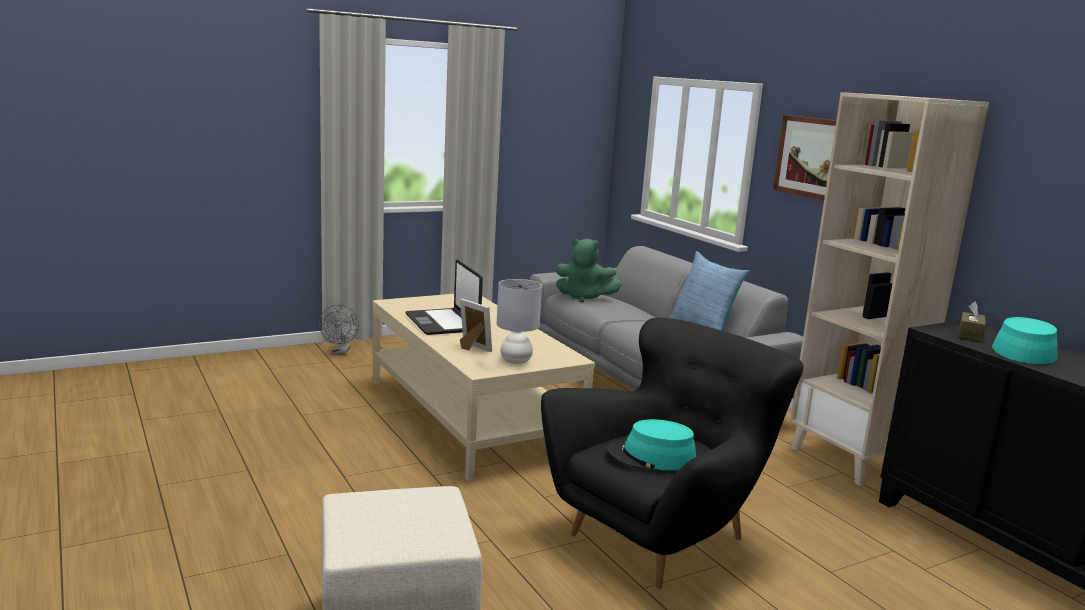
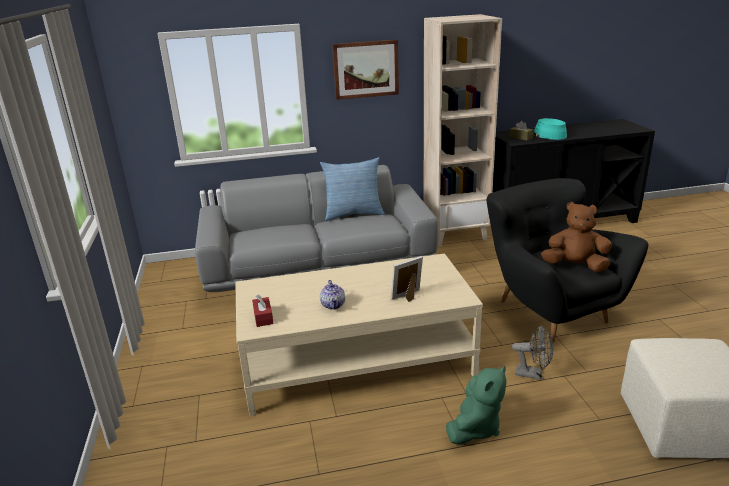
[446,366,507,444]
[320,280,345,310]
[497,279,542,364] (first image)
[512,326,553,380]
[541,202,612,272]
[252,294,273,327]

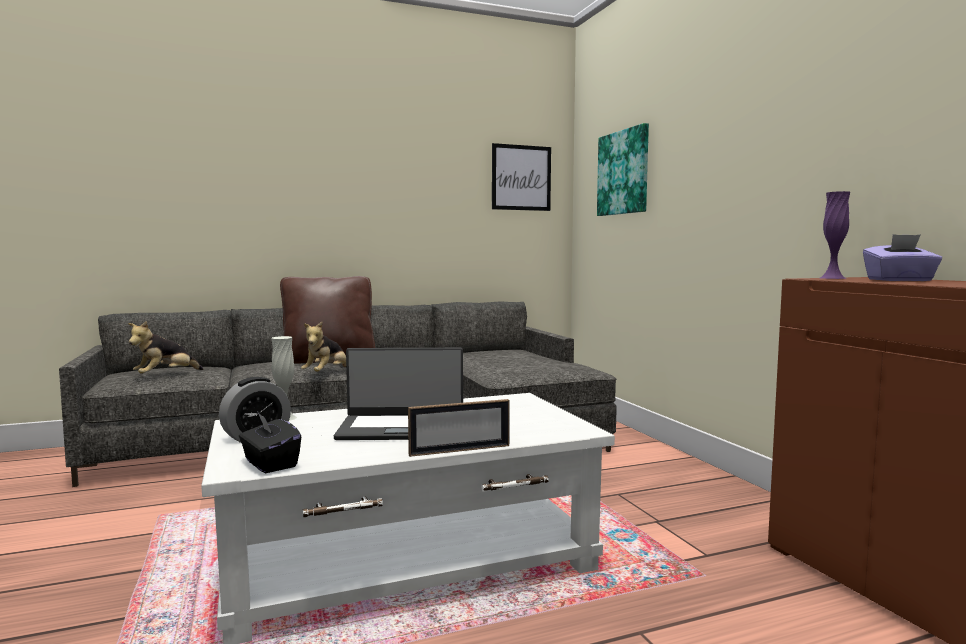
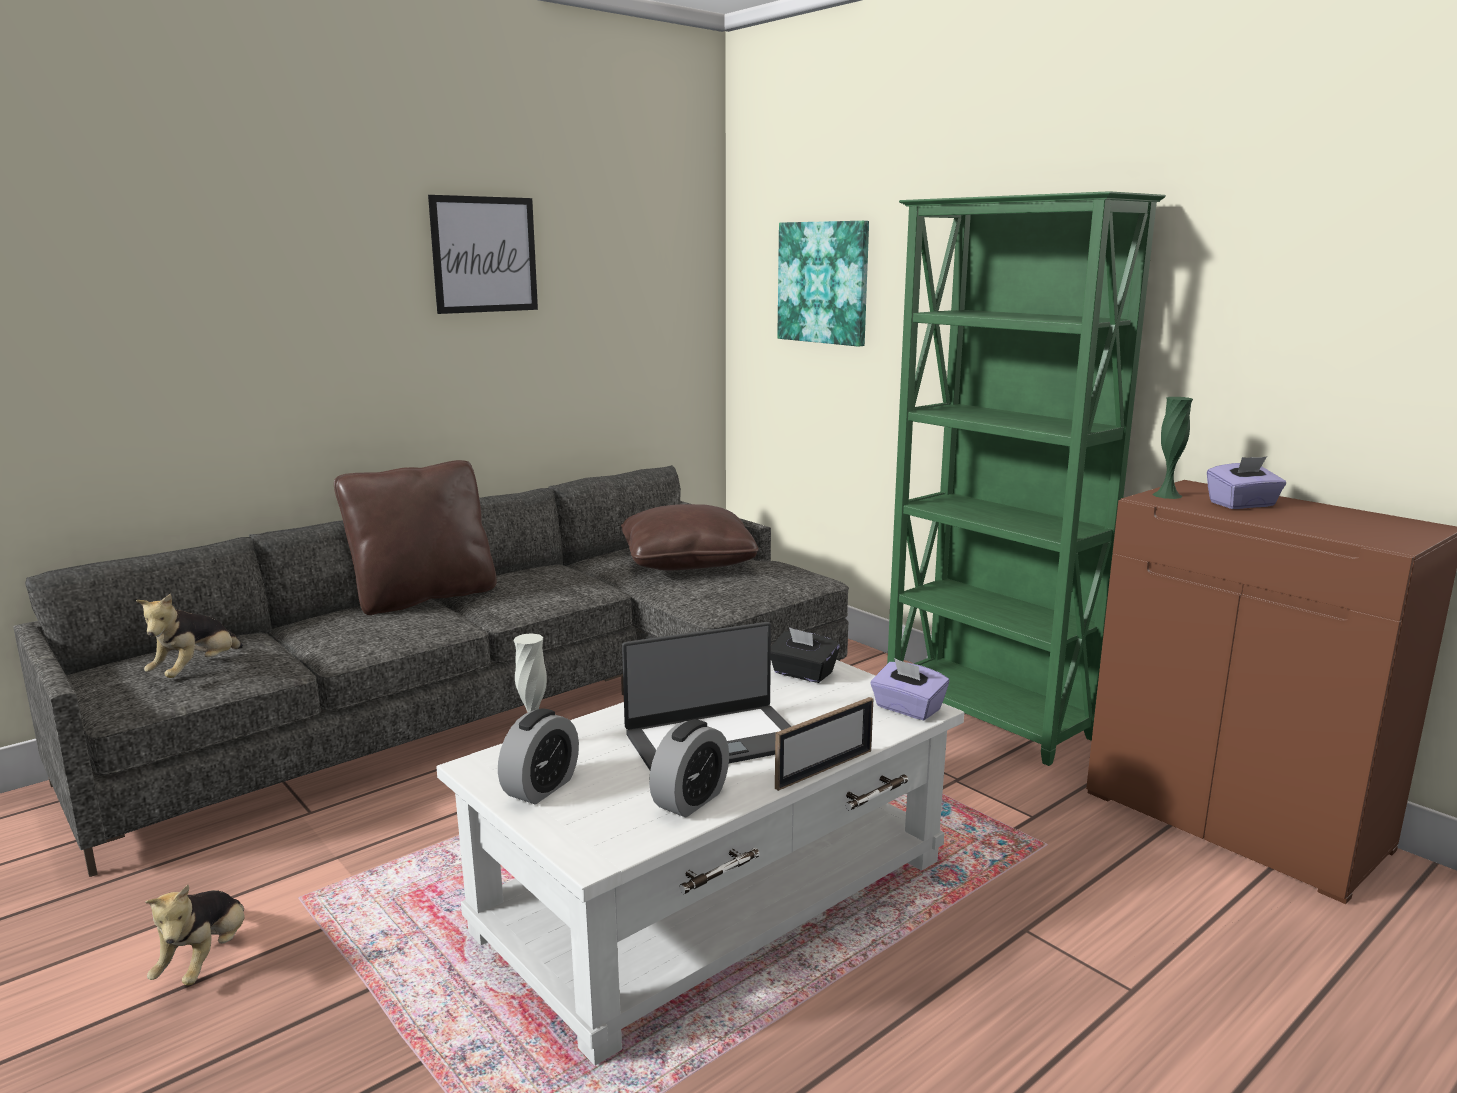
[428,195,538,314]
[1152,397,1193,499]
[145,885,245,985]
[771,627,840,683]
[887,191,1166,766]
[621,504,759,571]
[870,658,949,720]
[649,719,729,818]

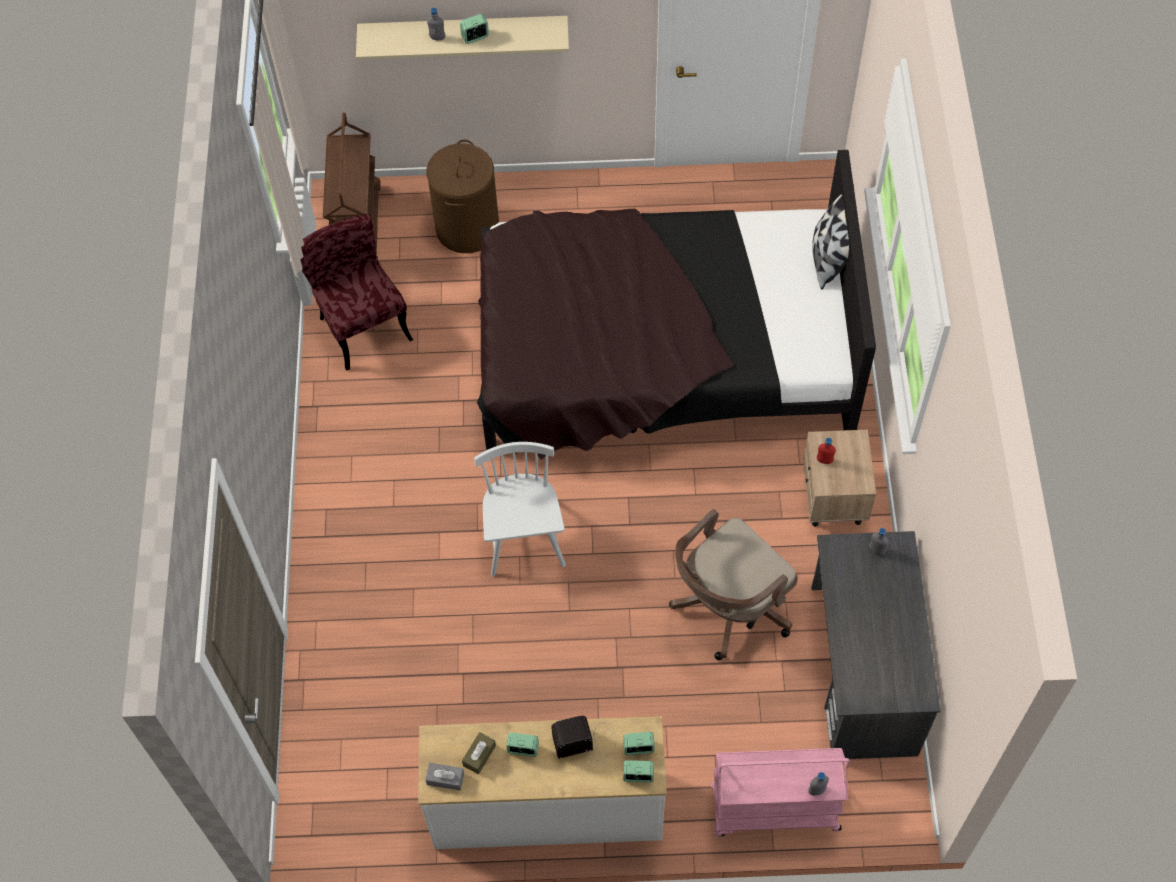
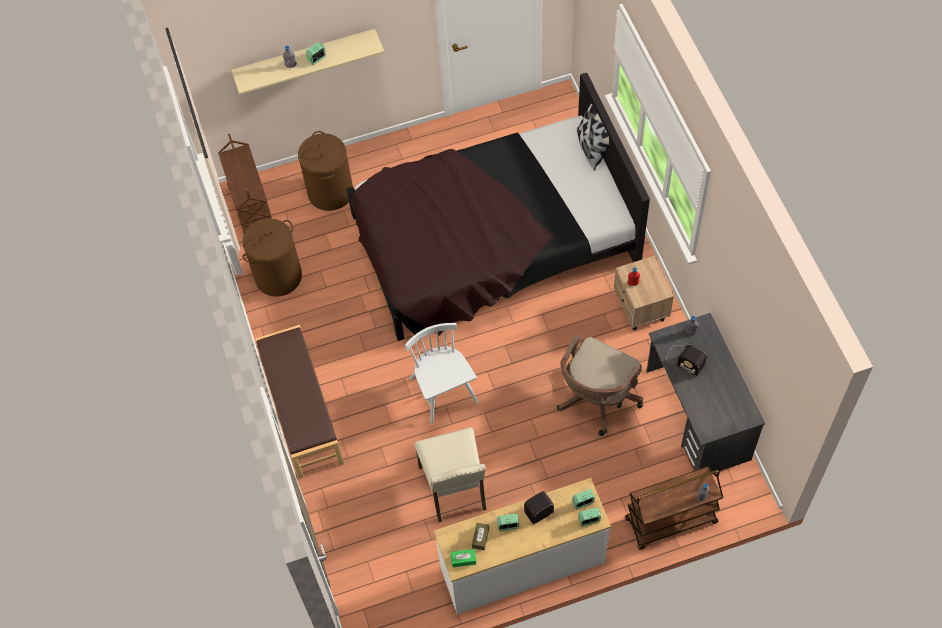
[242,218,302,297]
[625,466,723,550]
[451,549,476,567]
[255,325,344,479]
[667,343,707,377]
[414,427,487,522]

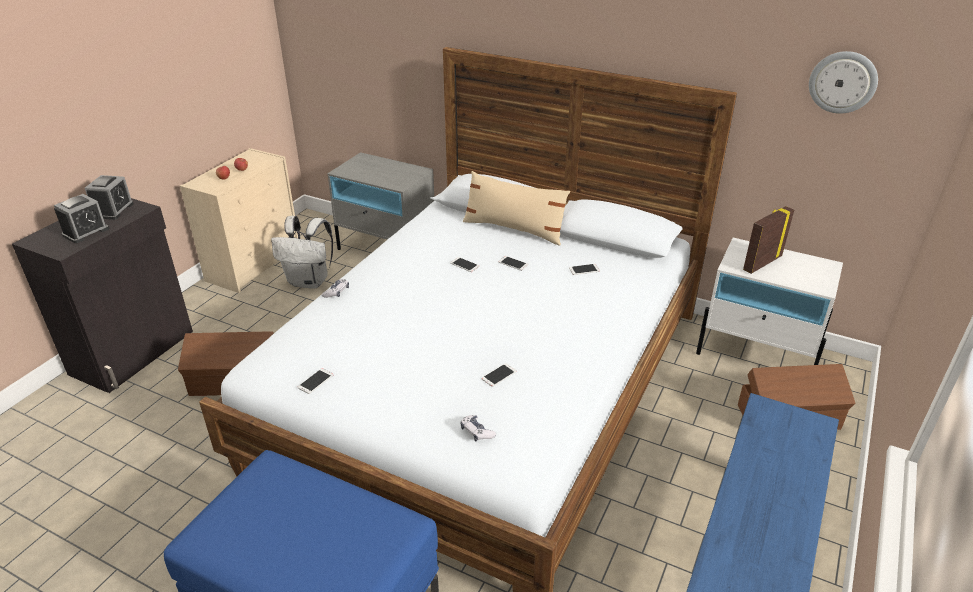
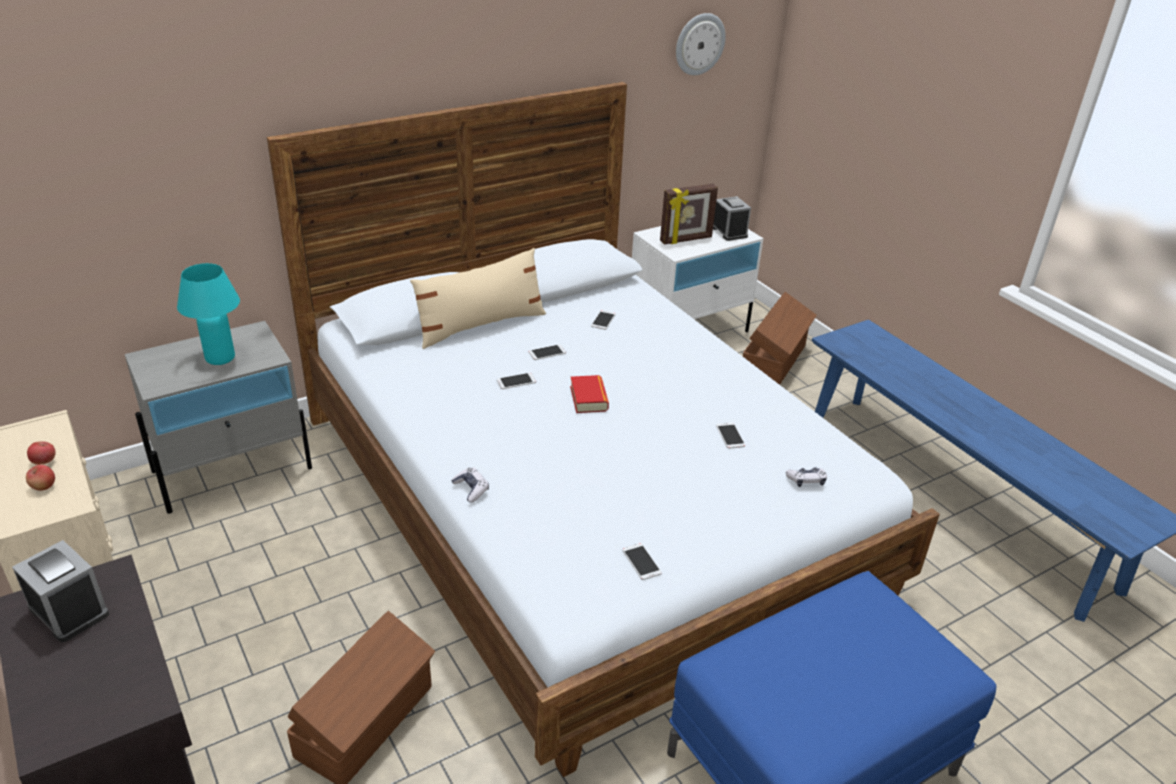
[713,196,751,241]
[660,184,718,245]
[271,216,333,289] (first image)
[177,263,240,365]
[570,375,609,413]

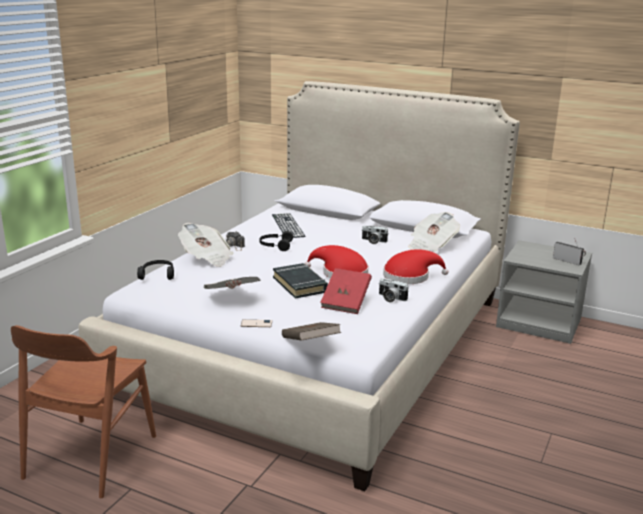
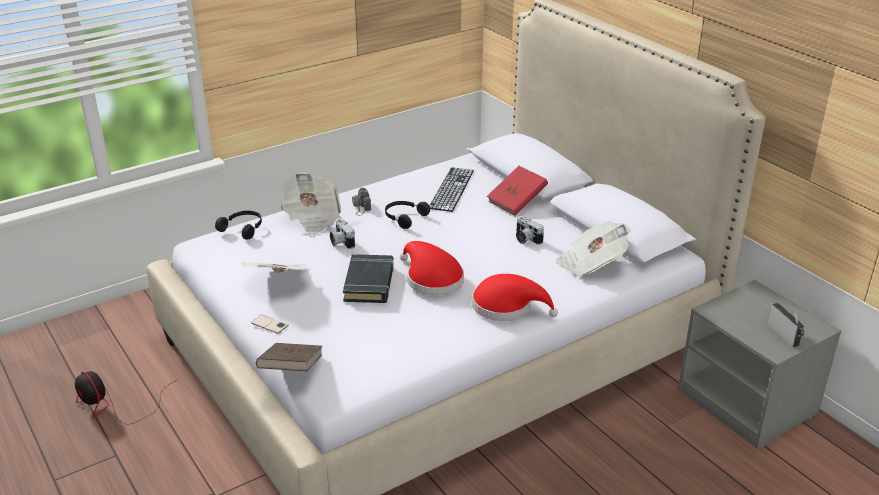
[487,166,548,216]
[330,218,355,249]
[75,371,177,425]

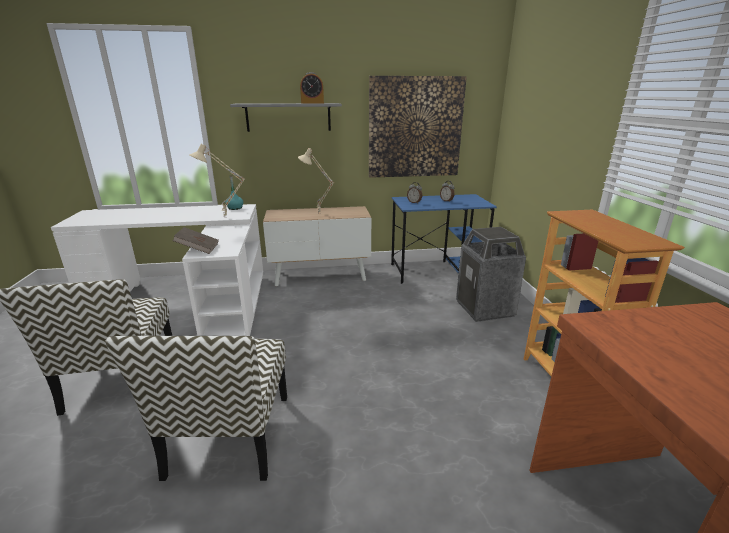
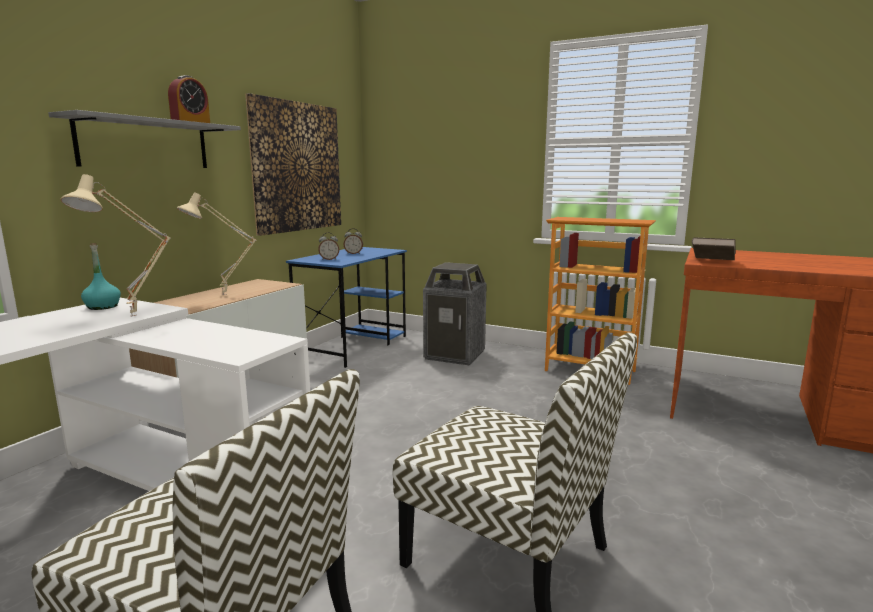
[692,237,736,260]

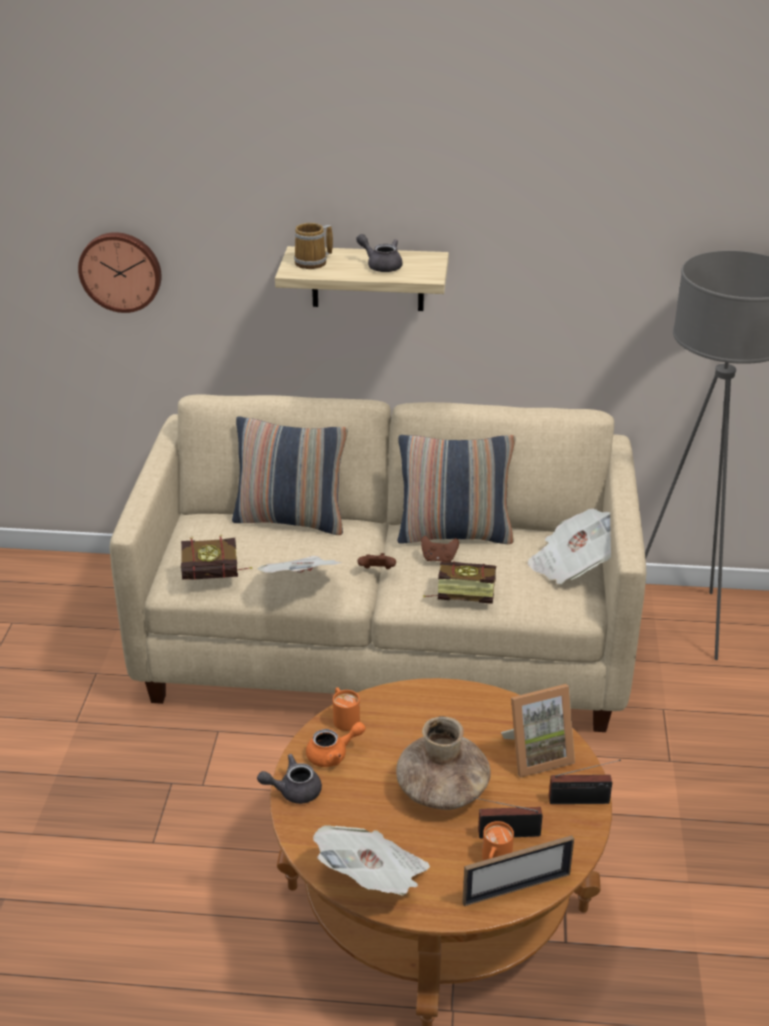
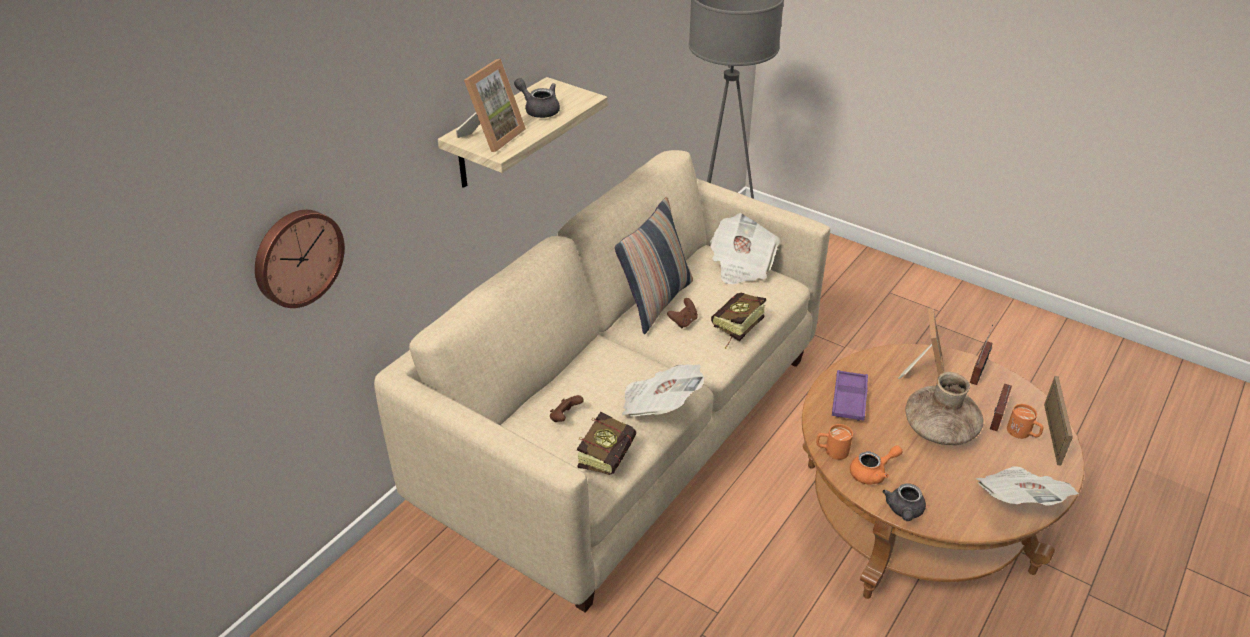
[456,59,526,152]
[514,78,560,118]
[232,417,348,535] (first image)
[550,395,584,422]
[850,445,902,485]
[832,370,868,421]

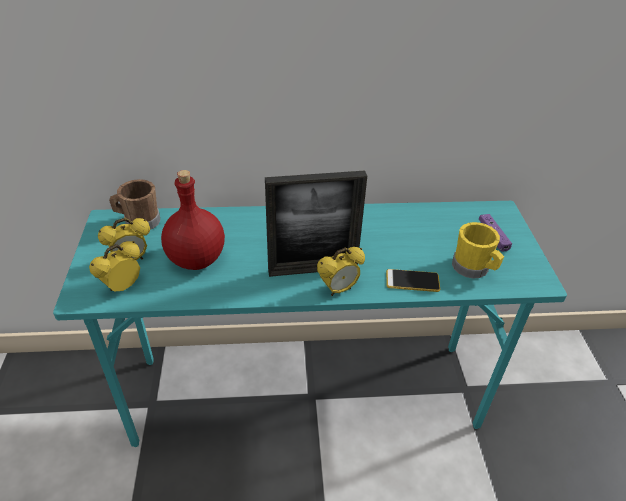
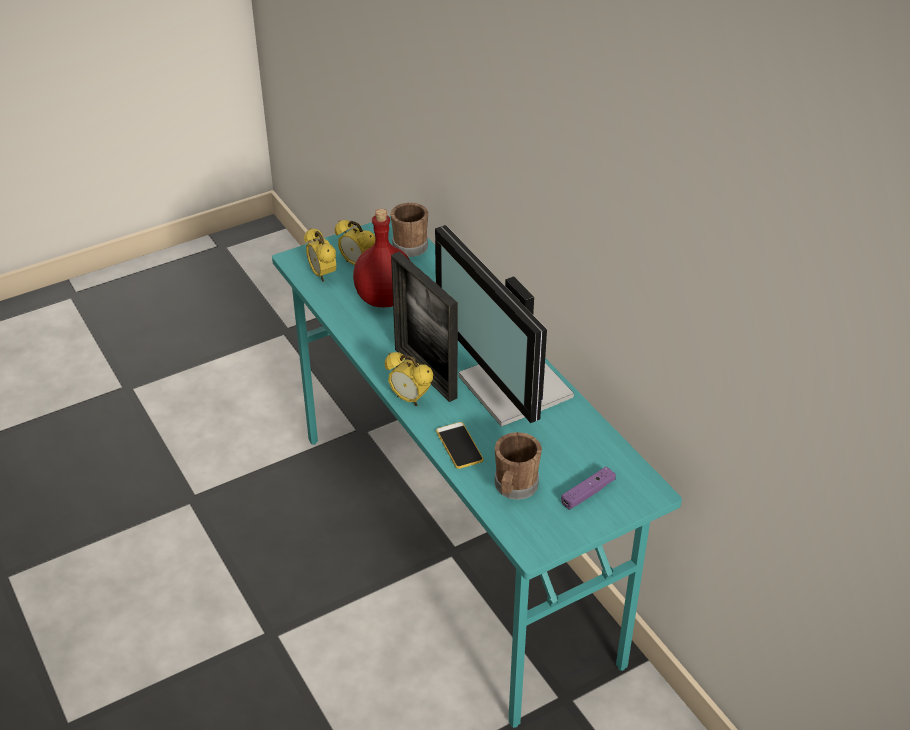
[495,432,542,500]
[304,228,337,282]
[435,225,574,427]

